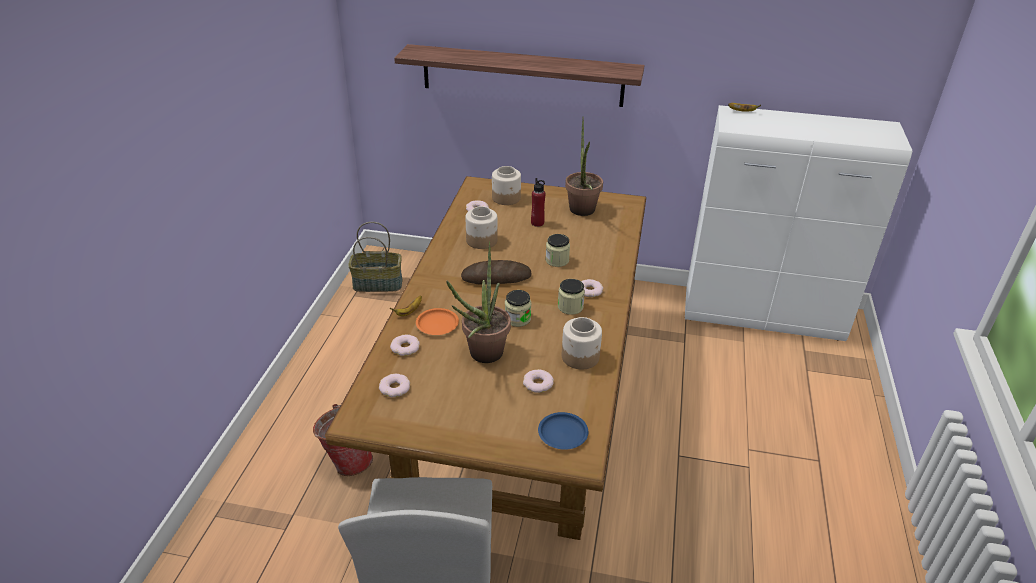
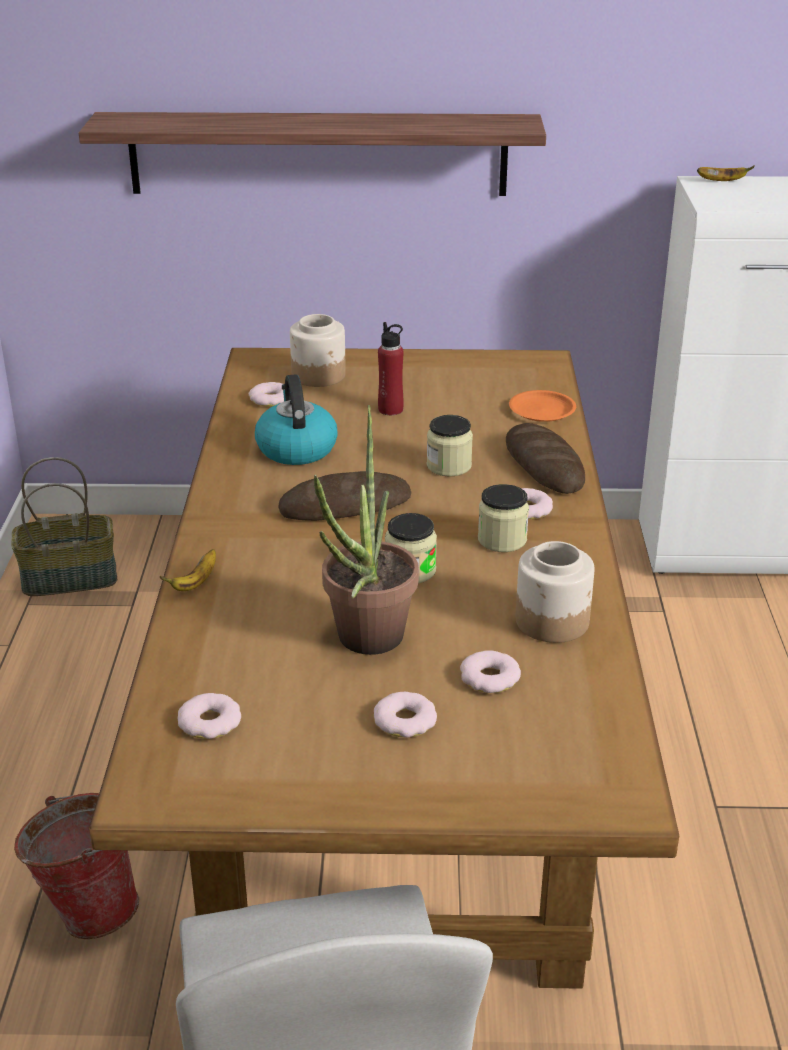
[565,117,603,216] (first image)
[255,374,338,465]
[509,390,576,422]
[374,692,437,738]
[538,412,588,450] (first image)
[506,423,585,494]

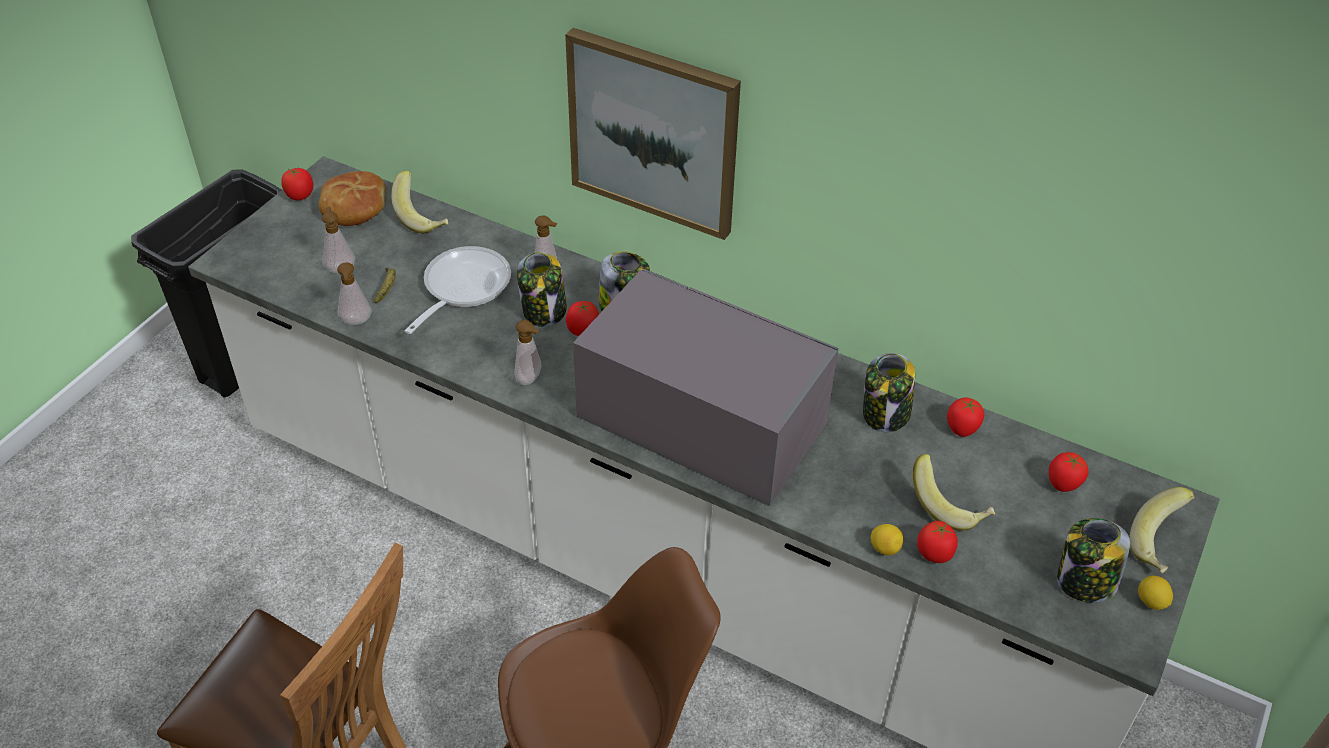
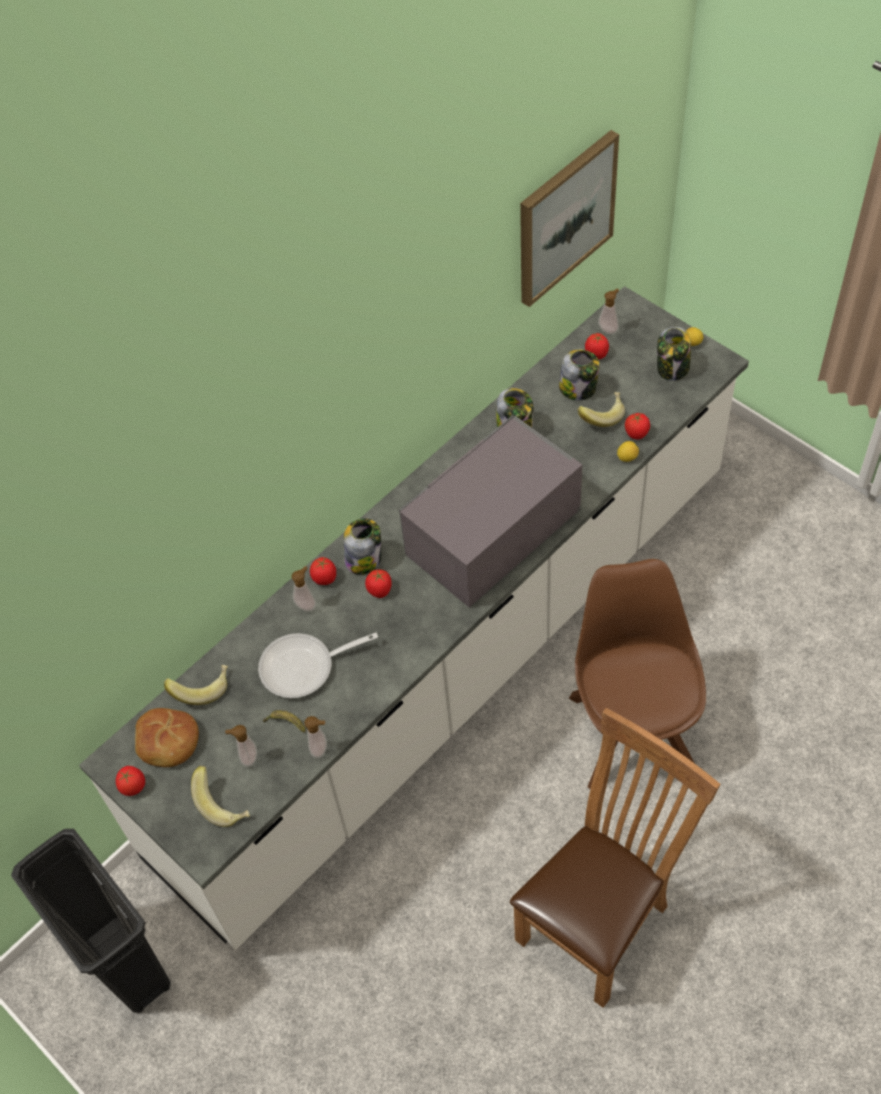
[520,130,619,307]
[258,633,378,698]
[559,350,600,400]
[598,289,619,335]
[310,557,336,585]
[191,766,250,827]

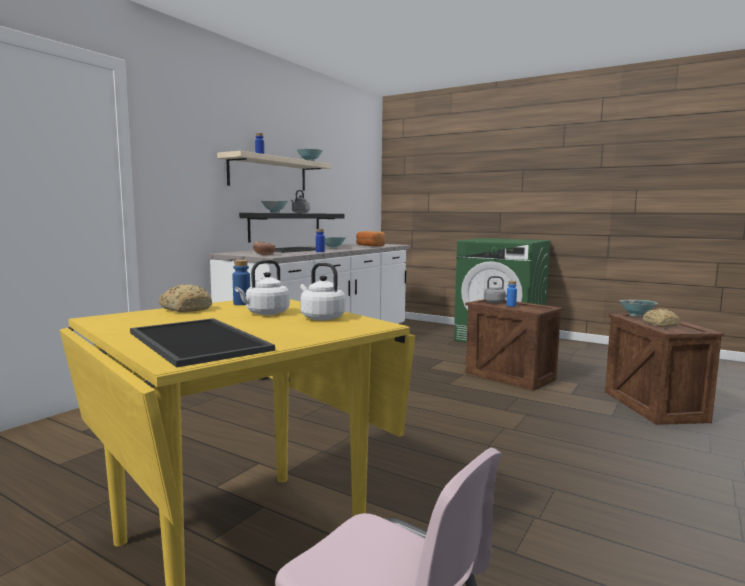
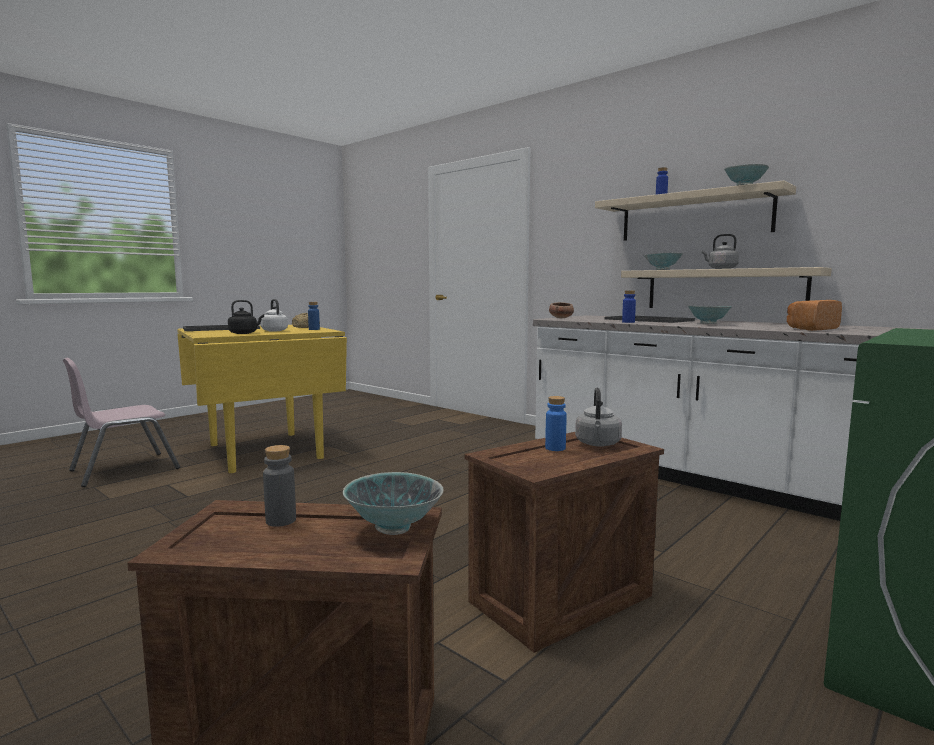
[621,267,832,308]
[228,300,264,334]
[263,445,296,527]

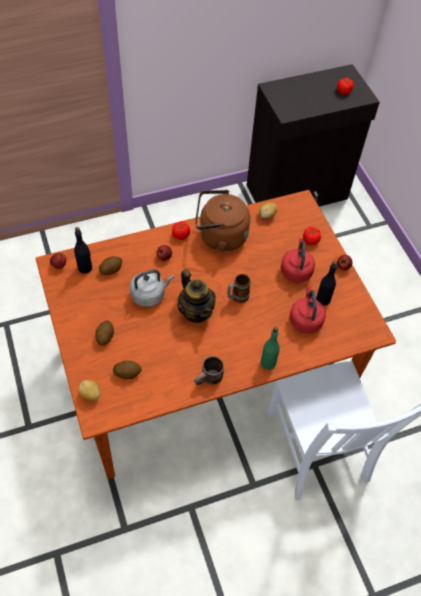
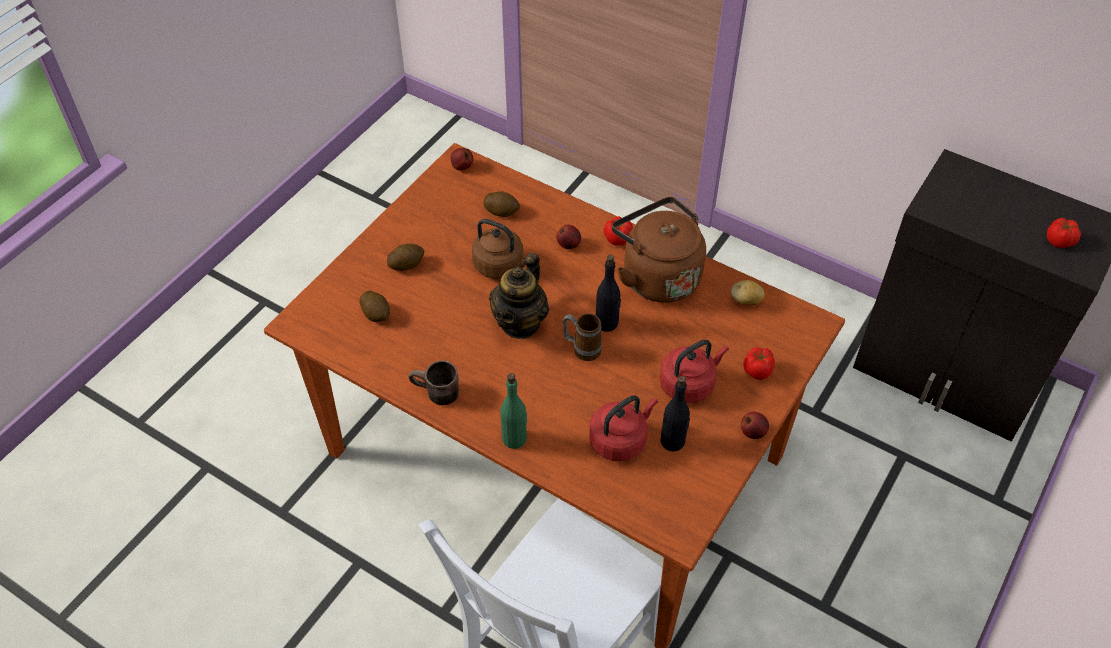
[596,255,621,332]
[472,219,526,279]
[79,380,101,401] (first image)

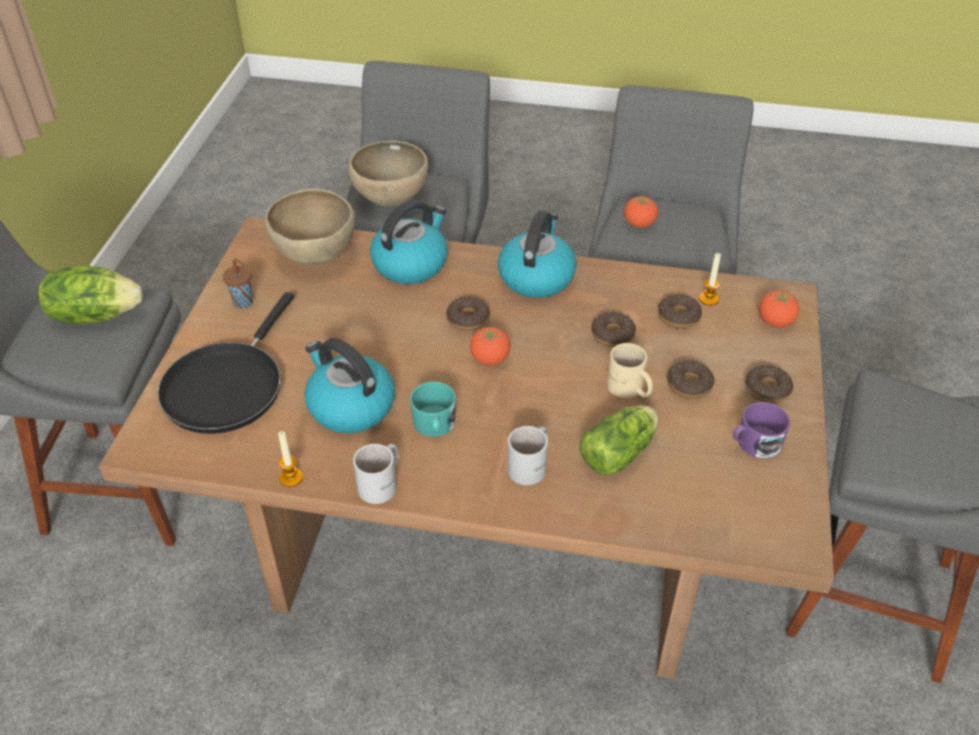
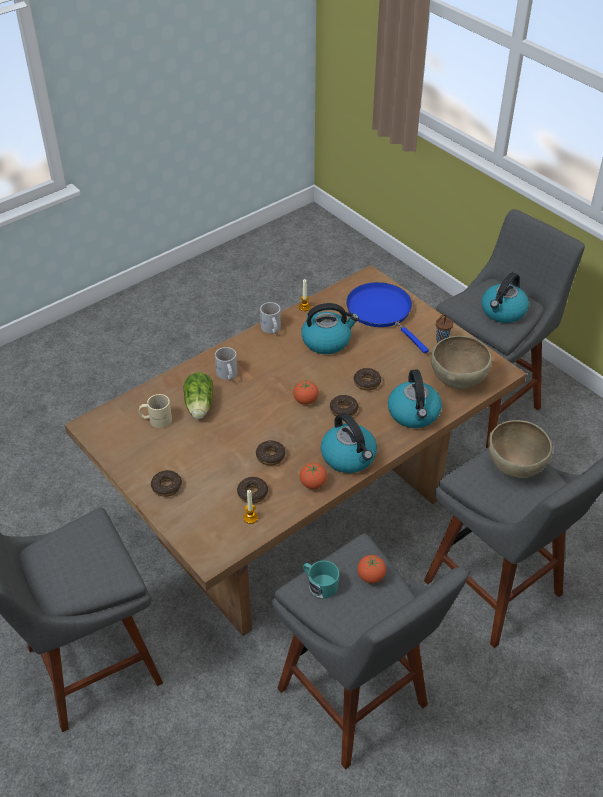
[481,272,529,323]
[300,463,327,489]
[346,282,429,353]
[139,394,172,428]
[354,368,381,391]
[303,561,339,599]
[733,402,790,458] (first image)

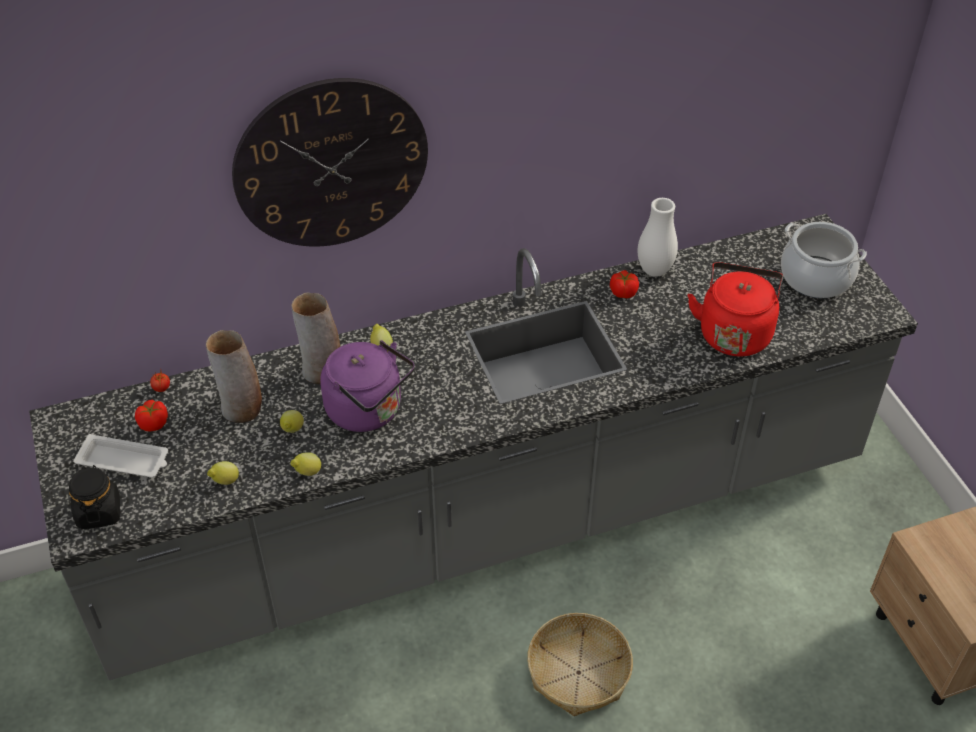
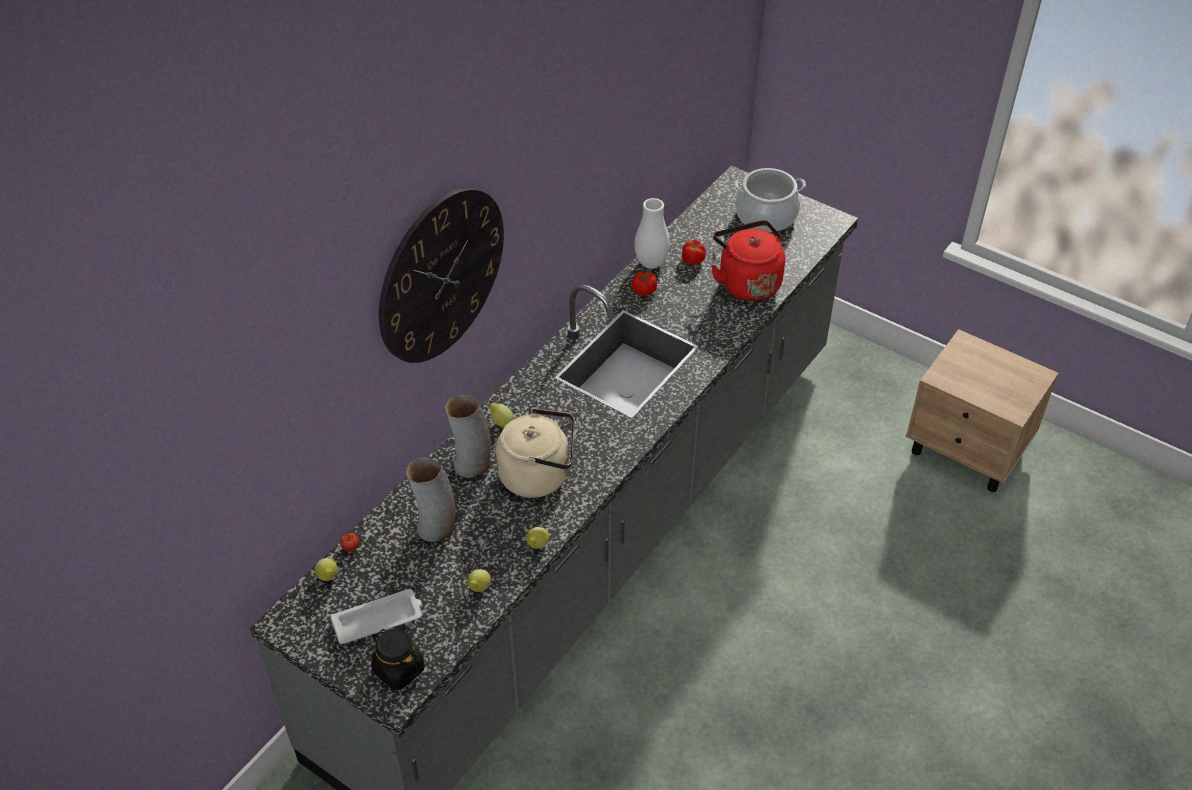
[496,407,574,498]
[682,239,706,265]
[315,558,338,581]
[527,613,633,716] (first image)

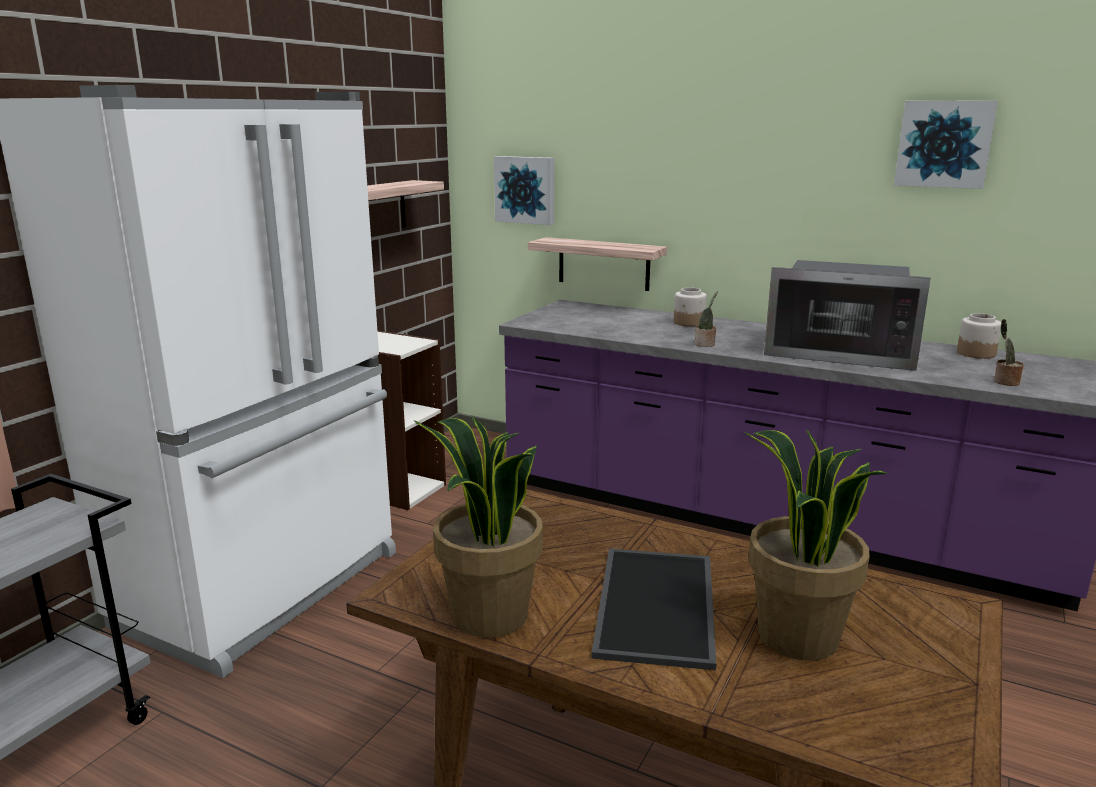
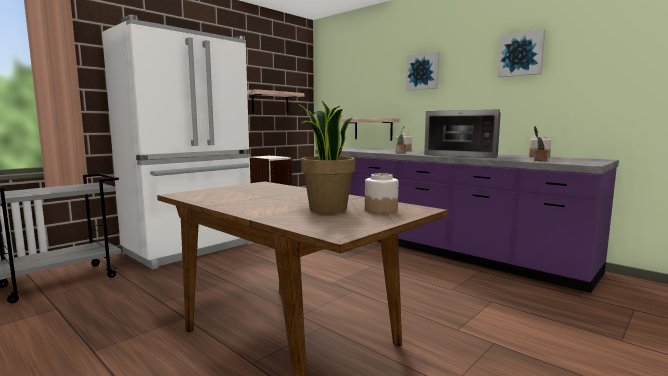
[406,52,439,91]
[414,416,543,638] (first image)
[591,549,716,670] (first image)
[365,173,398,214]

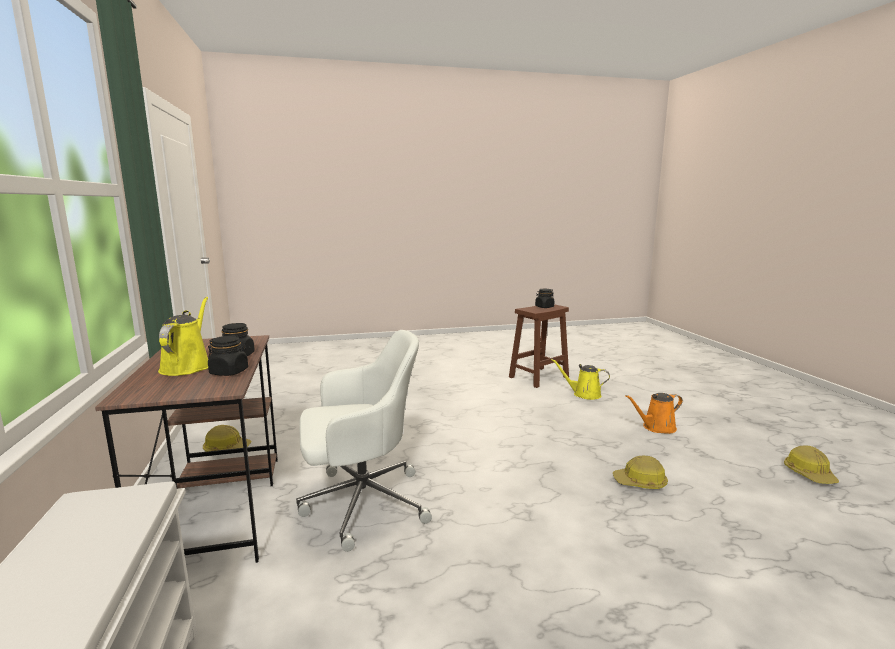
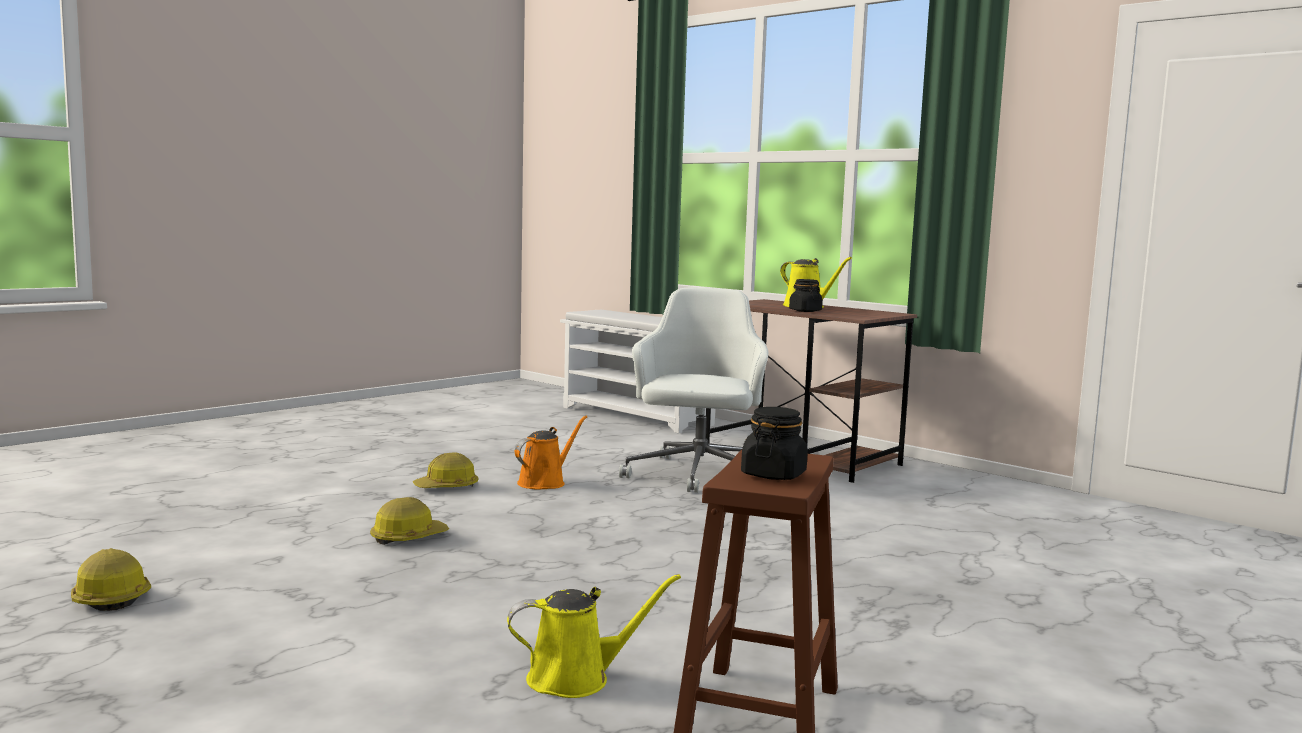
[619,287,769,493]
[208,336,248,376] (first image)
[515,415,587,490]
[413,452,478,488]

